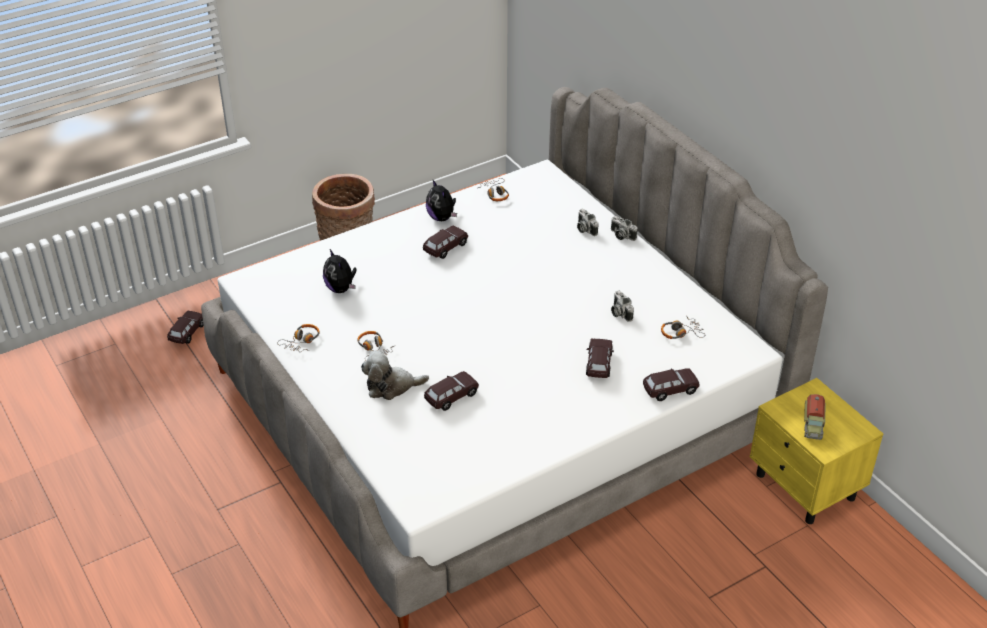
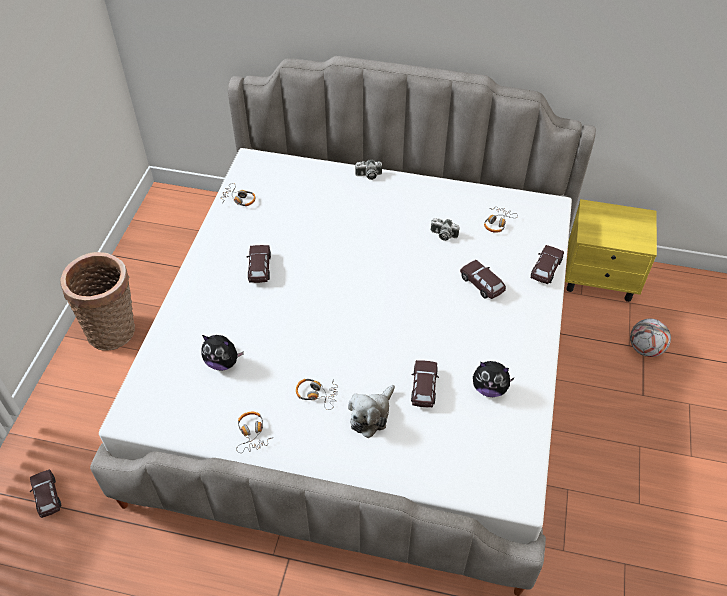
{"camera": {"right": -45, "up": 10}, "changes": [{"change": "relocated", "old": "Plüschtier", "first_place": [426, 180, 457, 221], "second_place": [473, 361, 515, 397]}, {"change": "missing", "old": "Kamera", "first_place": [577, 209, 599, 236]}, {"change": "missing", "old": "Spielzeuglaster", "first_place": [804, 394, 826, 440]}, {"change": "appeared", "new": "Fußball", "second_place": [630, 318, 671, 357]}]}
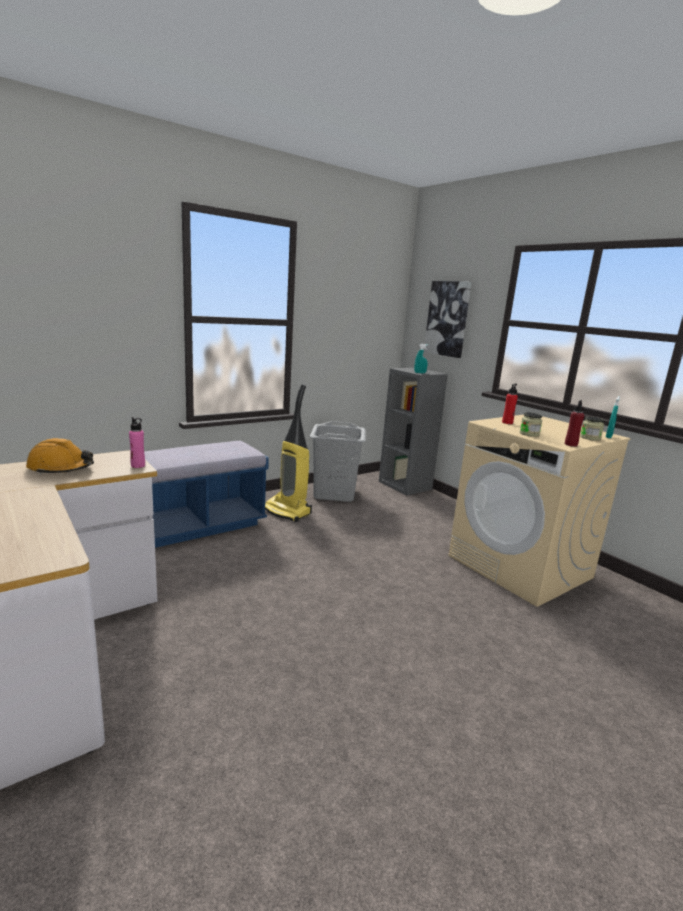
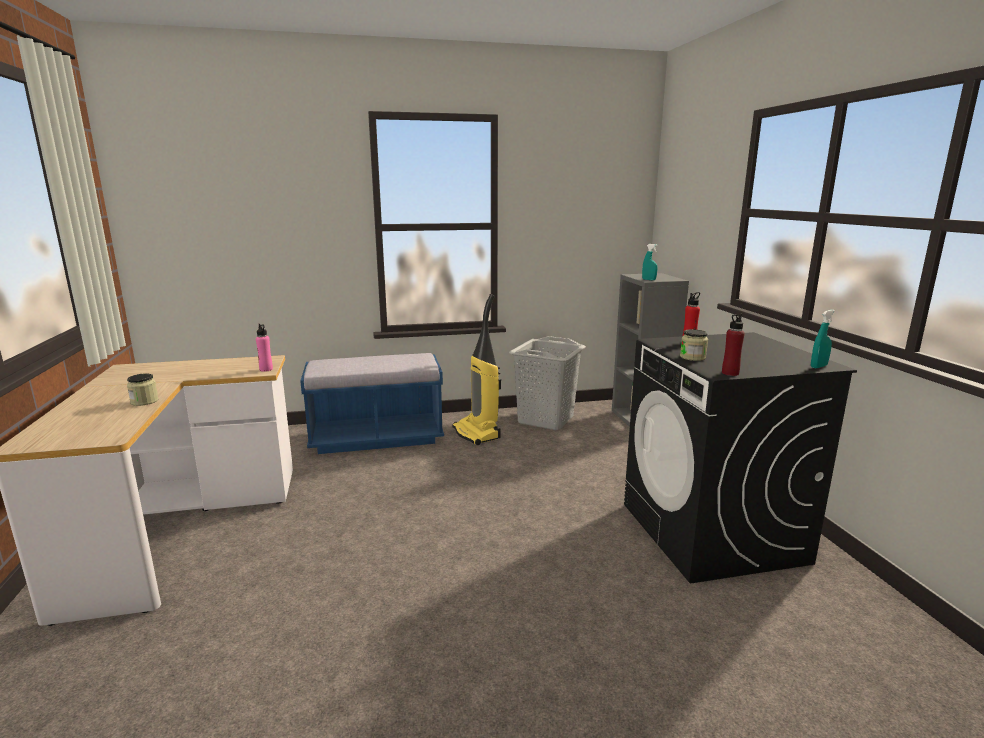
{"camera": {"right": 25, "up": 0}, "changes": [{"change": "missing", "old": "Bild", "first_place": [424, 281, 472, 358]}, {"change": "colour", "old": "Waschmaschine/beige", "new": "Waschmaschine/schwarz", "first_place": [448, 415, 631, 607], "second_place": [624, 332, 857, 583]}, {"change": "relocated", "old": "Vorratsglas", "first_place": [580, 416, 604, 441], "second_place": [127, 373, 159, 406]}, {"change": "missing", "old": "Schutzhelm/orange", "first_place": [26, 438, 94, 475]}]}
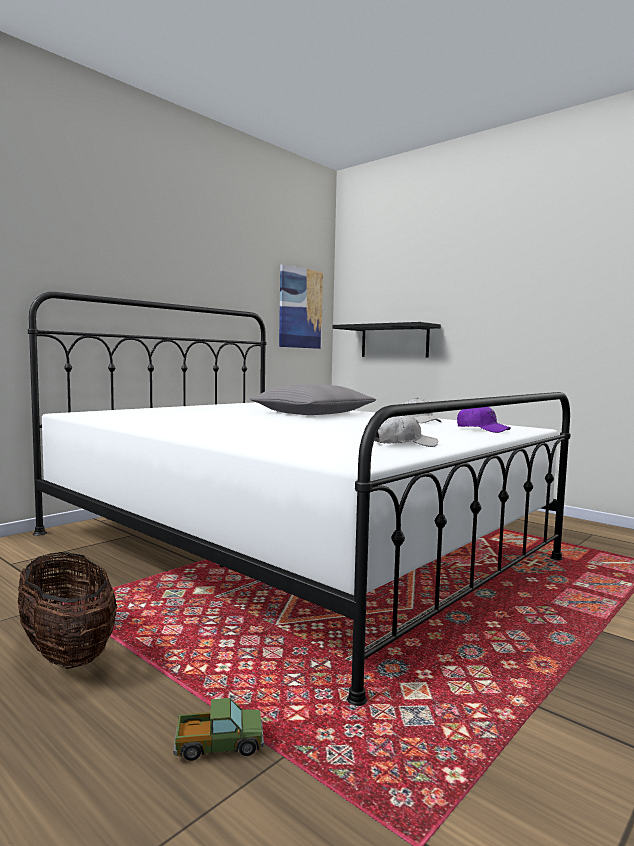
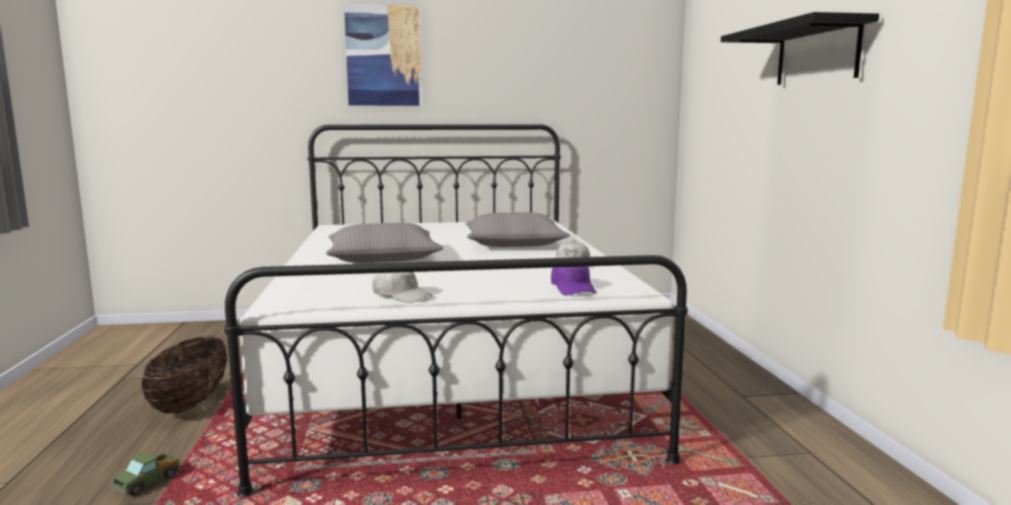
{"camera": {"right": 40, "up": 5}, "changes": [{"change": "relocated", "old": "Bild", "first_place": [279, 264, 323, 349], "second_place": [344, 4, 421, 106]}, {"change": "relocated", "old": "Wandregal/schwarz", "first_place": [332, 322, 441, 358], "second_place": [721, 12, 879, 85]}, {"change": "spun", "old": "Spielzeuglaster", "first_place": [173, 698, 264, 761], "second_place": [111, 453, 181, 495], "degrees": 90}, {"change": "appeared", "new": "Kissen/grau", "second_place": [326, 223, 444, 263]}]}
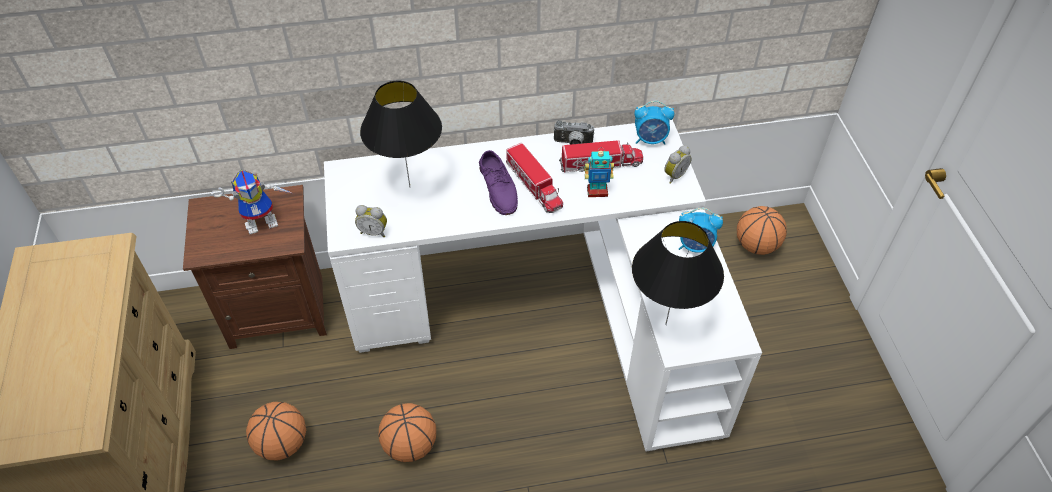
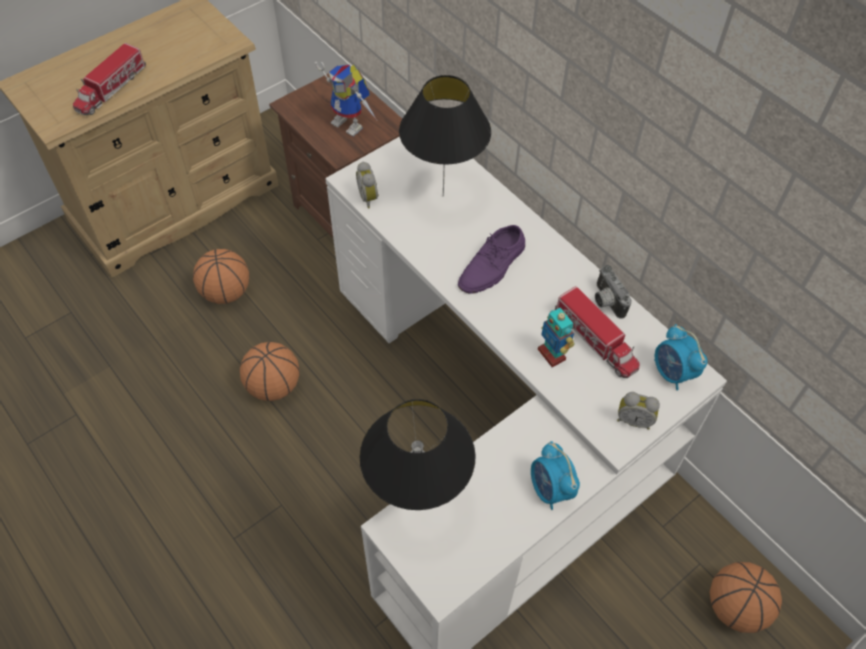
{"camera": {"right": 60, "up": 5}, "changes": [{"change": "relocated", "old": "Spielzeuglaster", "first_place": [506, 143, 563, 213], "second_place": [73, 43, 146, 115]}]}
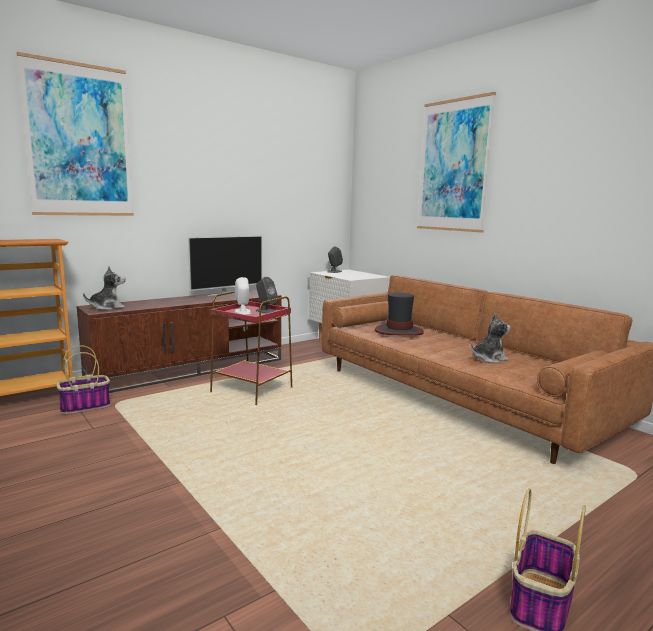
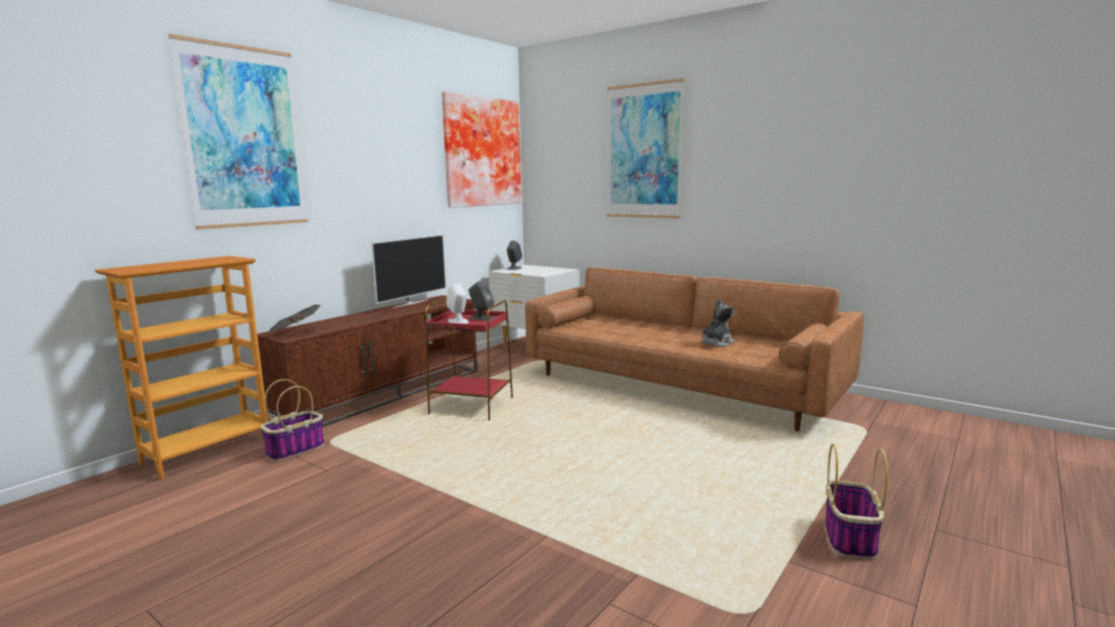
{"camera": {"right": -15, "up": 0}, "changes": [{"change": "exchanged", "old": "Plüschtier", "new": "Zeitung", "first_place": [83, 267, 126, 310], "second_place": [267, 304, 321, 333]}, {"change": "missing", "old": "Hut", "first_place": [375, 293, 424, 336]}, {"change": "appeared", "new": "Bild", "second_place": [442, 91, 522, 208]}]}
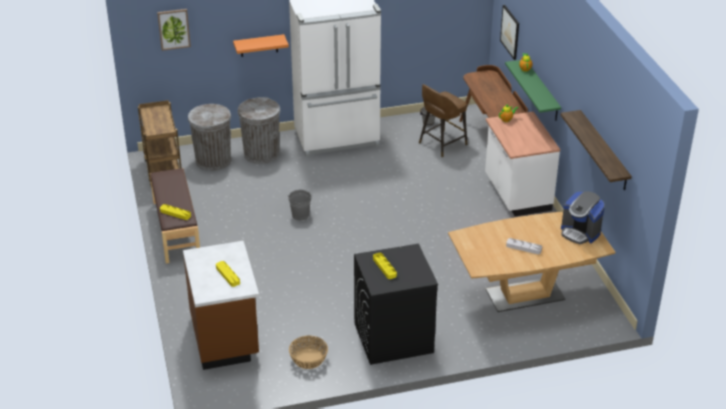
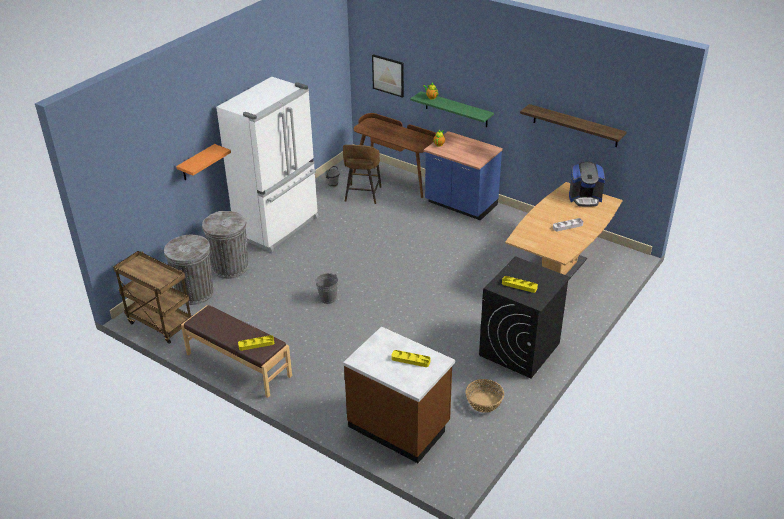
{"camera": {"right": -40, "up": 0}, "changes": [{"change": "missing", "old": "Bild", "first_place": [157, 9, 191, 51]}, {"change": "colour", "old": "Küchenzeile/weiß", "new": "Küchenzeile/blau", "first_place": [485, 111, 560, 217], "second_place": [424, 131, 503, 220]}]}
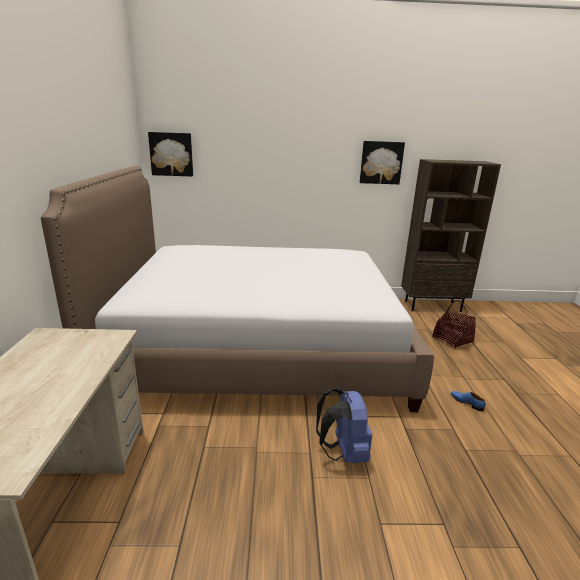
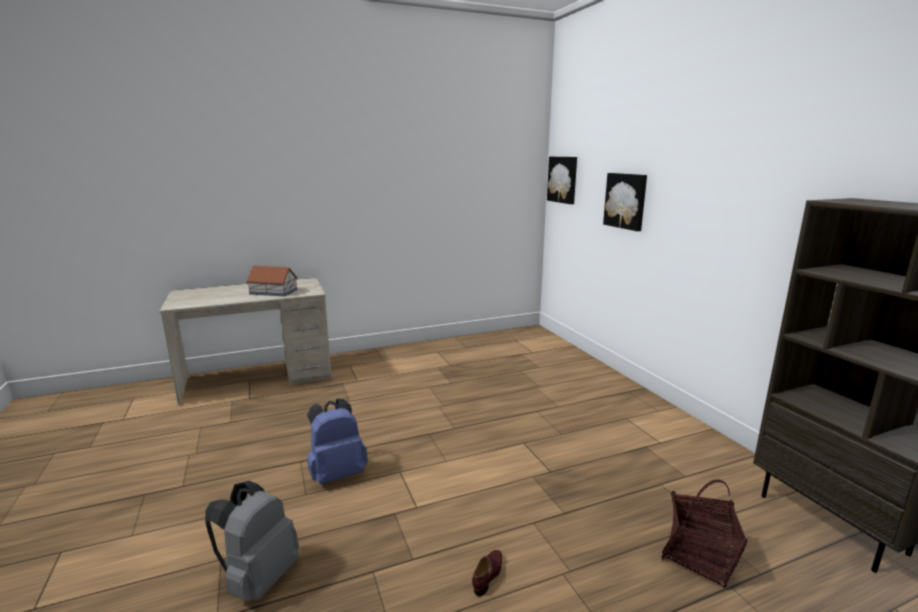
{"camera": {"right": 70, "up": -5}, "changes": [{"change": "relocated", "old": "Bild", "first_place": [360, 141, 405, 184], "second_place": [603, 173, 647, 231]}, {"change": "missing", "old": "Bett", "first_place": [41, 166, 434, 412]}, {"change": "colour", "old": "Schuh/blau", "new": "Schuh/braun", "first_place": [451, 391, 486, 411], "second_place": [472, 550, 502, 596]}, {"change": "appeared", "new": "Spielzeughaus", "second_place": [246, 266, 298, 297]}, {"change": "appeared", "new": "Rucksack/grau", "second_place": [205, 481, 299, 601]}]}
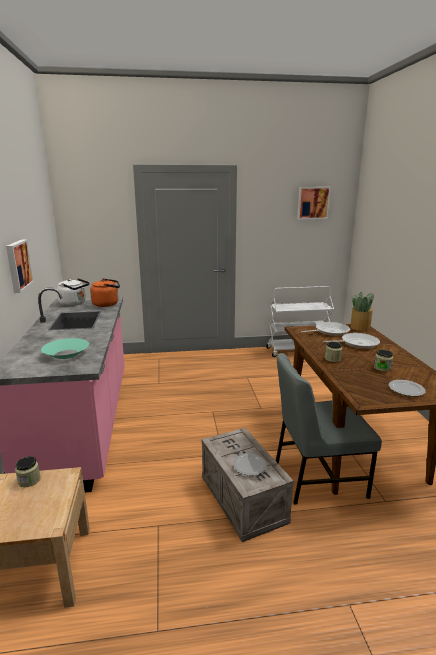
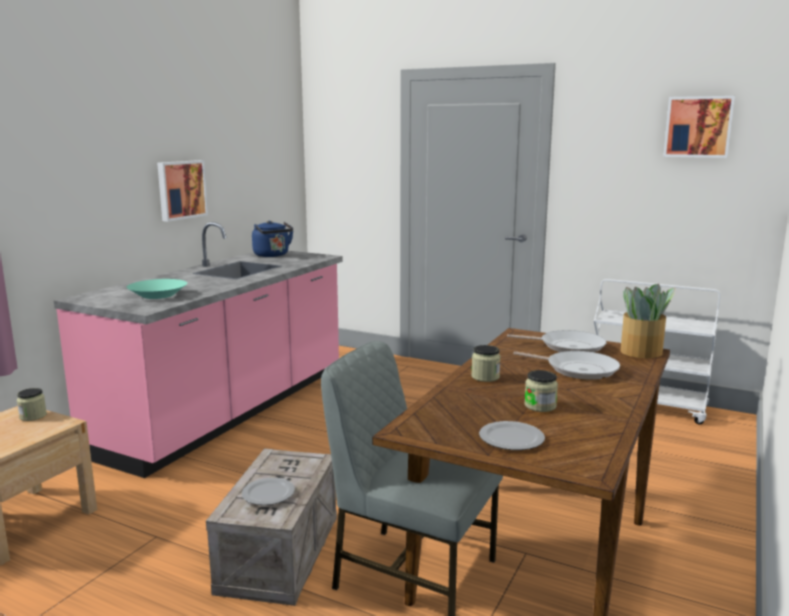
{"camera": {"right": 35, "up": -5}, "changes": [{"change": "colour", "old": "Wasserkessel/weiß", "new": "Wasserkessel/blau", "first_place": [57, 278, 89, 306], "second_place": [252, 220, 293, 257]}, {"change": "missing", "old": "Wasserkessel/orange", "first_place": [90, 279, 120, 307]}]}
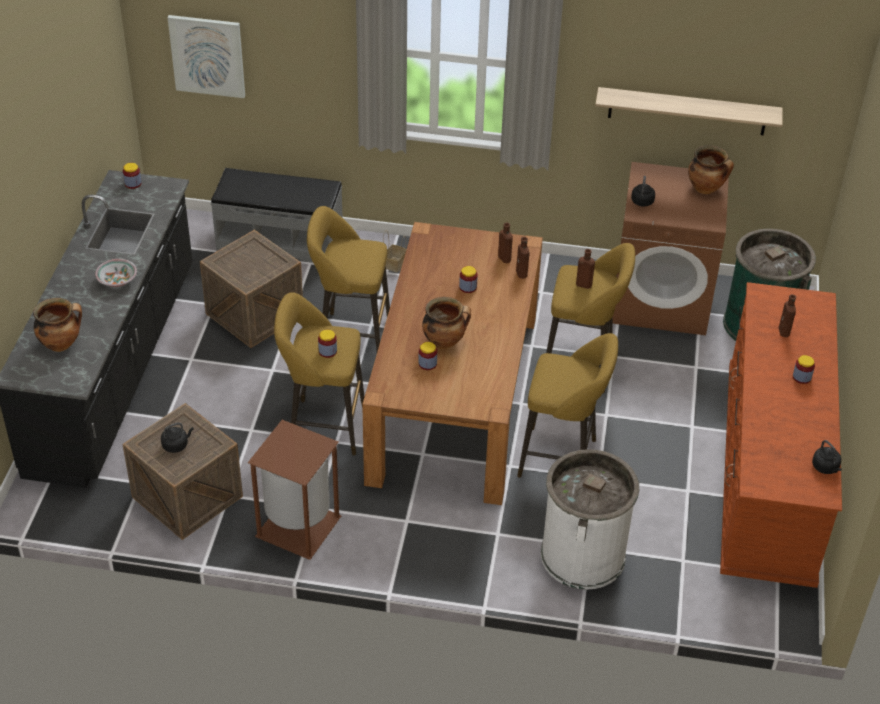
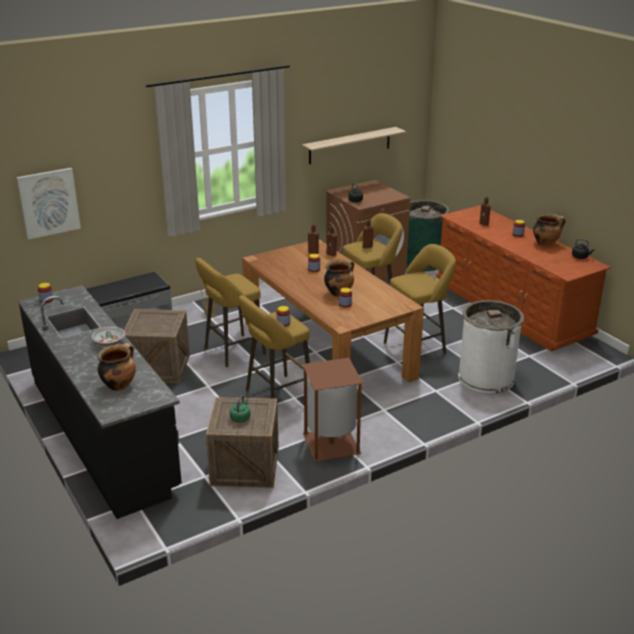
{"camera": {"right": -40, "up": -15}, "changes": [{"change": "relocated", "old": "Kochtopf", "first_place": [688, 145, 734, 194], "second_place": [533, 213, 565, 247]}, {"change": "colour", "old": "Wasserkessel/schwarz", "new": "Wasserkessel/grün", "first_place": [161, 422, 194, 453], "second_place": [230, 396, 250, 423]}]}
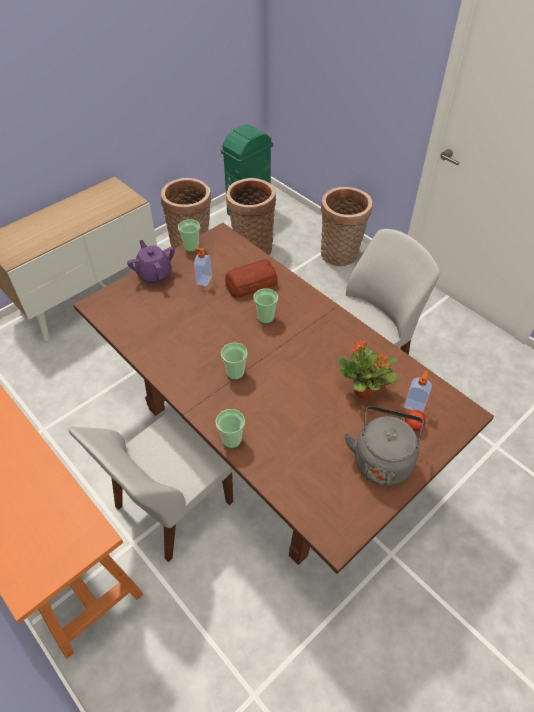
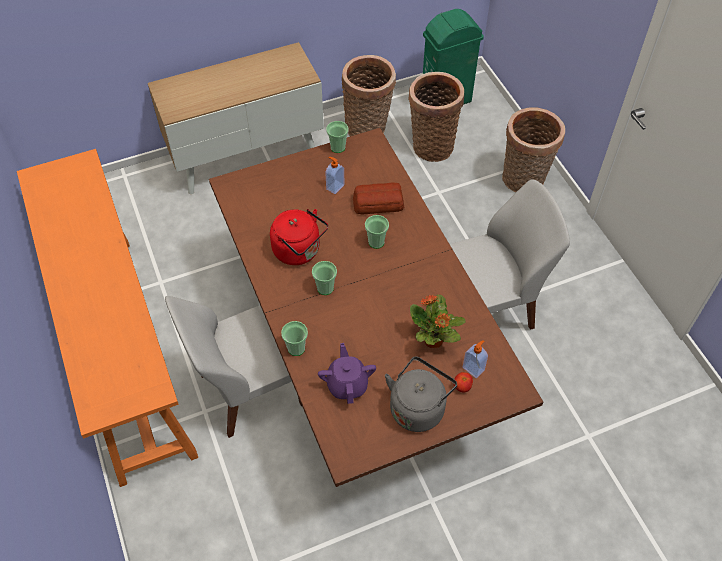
{"camera": {"right": 20, "up": 5}, "changes": [{"change": "relocated", "old": "Teekanne/lila", "first_place": [127, 240, 175, 285], "second_place": [318, 343, 376, 404]}, {"change": "appeared", "new": "Wasserkessel/rot", "second_place": [270, 209, 328, 265]}]}
